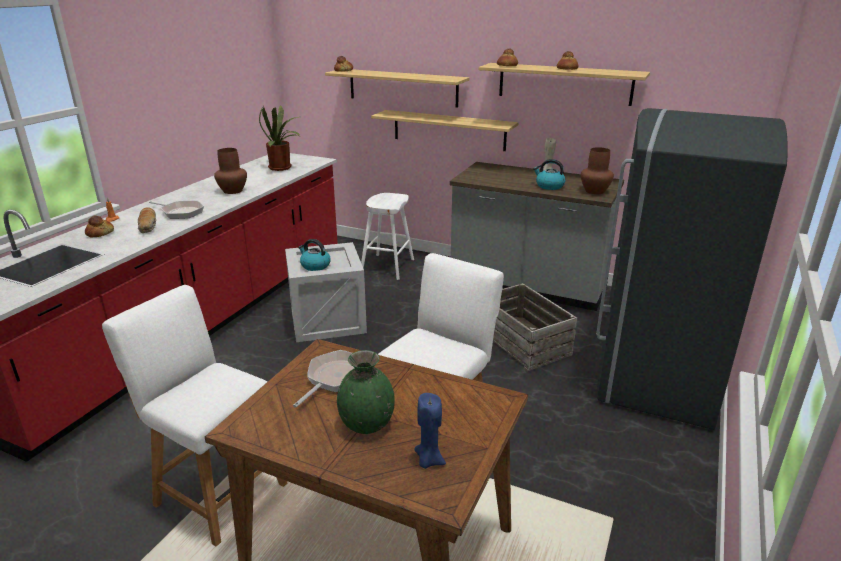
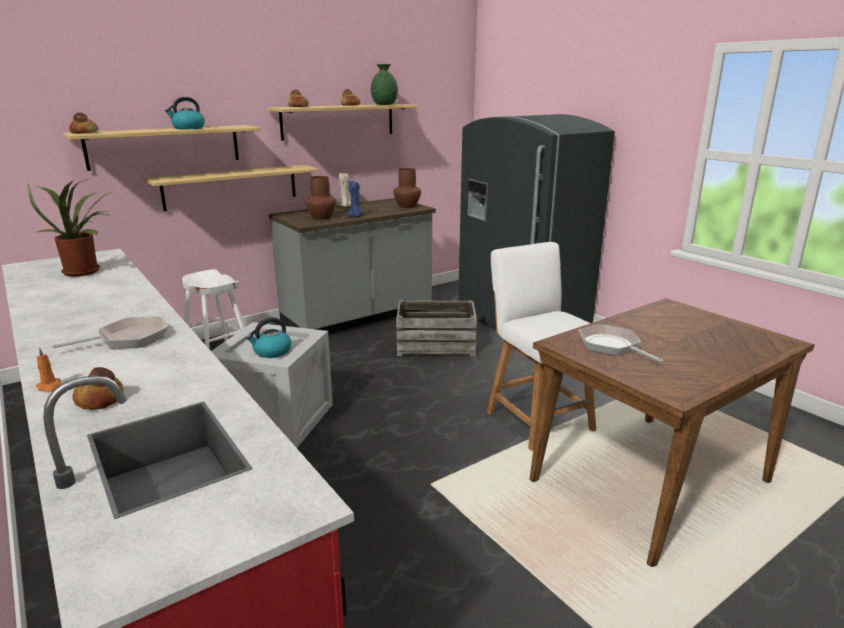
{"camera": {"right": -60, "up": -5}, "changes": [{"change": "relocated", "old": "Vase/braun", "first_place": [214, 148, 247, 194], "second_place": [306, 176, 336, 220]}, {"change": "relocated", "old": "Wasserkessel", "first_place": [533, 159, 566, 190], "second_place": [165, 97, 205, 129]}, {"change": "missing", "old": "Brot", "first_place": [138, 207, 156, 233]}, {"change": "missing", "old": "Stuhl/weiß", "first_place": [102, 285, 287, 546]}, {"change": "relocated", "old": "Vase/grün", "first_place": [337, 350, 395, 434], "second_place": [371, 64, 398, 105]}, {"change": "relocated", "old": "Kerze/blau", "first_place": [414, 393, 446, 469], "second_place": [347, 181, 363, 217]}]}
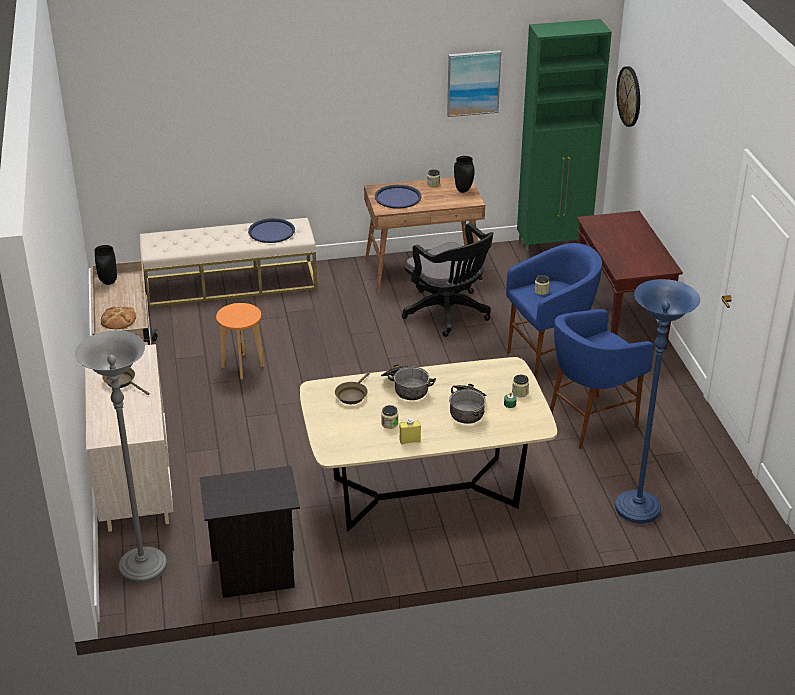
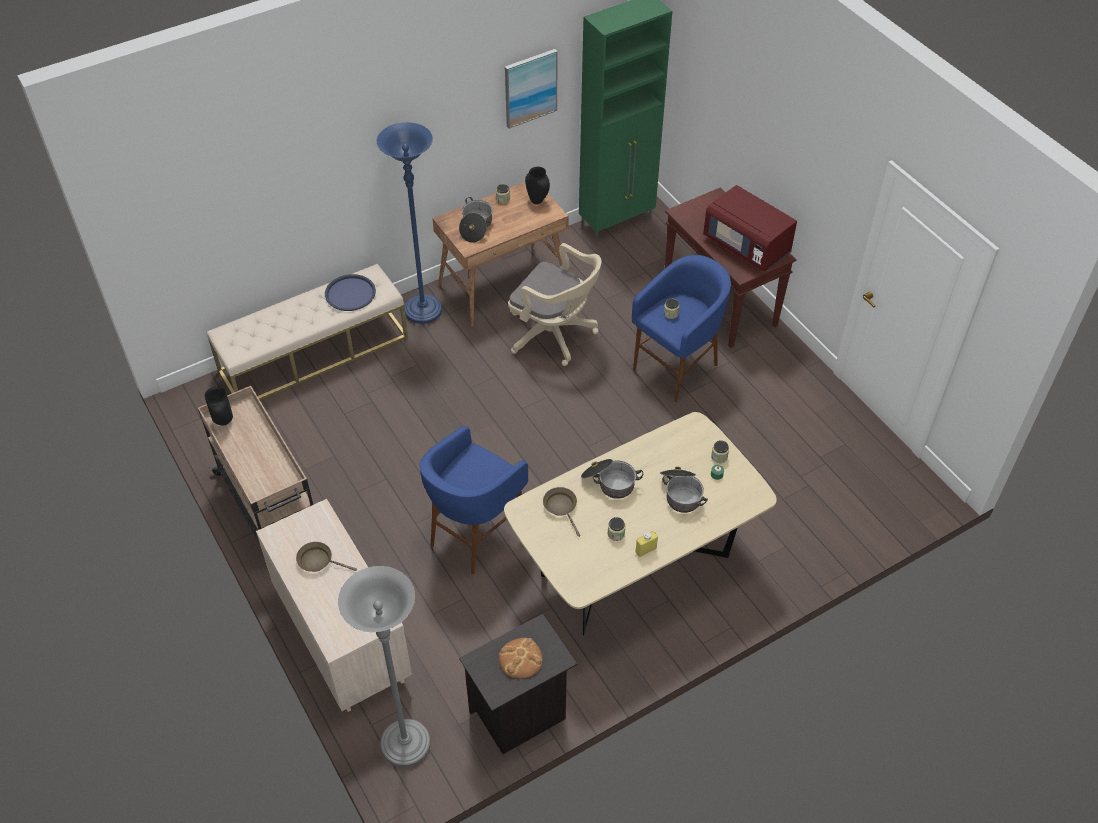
{"camera": {"right": -20, "up": 15}, "changes": [{"change": "missing", "old": "Wanduhr", "first_place": [616, 66, 640, 127]}, {"change": "exchanged", "old": "Tablett/blau", "new": "Kochtopf", "first_place": [375, 185, 421, 209], "second_place": [459, 197, 493, 243]}, {"change": "colour", "old": "Bürostuhl/schwarz", "new": "Bürostuhl/beige", "first_place": [402, 223, 493, 337], "second_place": [508, 243, 602, 366]}, {"change": "relocated", "old": "Stehlampe/blau", "first_place": [615, 279, 700, 523], "second_place": [377, 122, 442, 324]}, {"change": "missing", "old": "Hocker/orange", "first_place": [216, 303, 265, 379]}, {"change": "relocated", "old": "Brot", "first_place": [101, 306, 136, 329], "second_place": [499, 638, 543, 679]}, {"change": "relocated", "old": "Hocker/blau", "first_place": [550, 309, 654, 449], "second_place": [419, 426, 528, 574]}, {"change": "spun", "old": "Pfanne/braun", "first_place": [335, 372, 370, 404], "second_place": [543, 487, 580, 537], "degrees": 150}, {"change": "appeared", "new": "Mikrowelle/rot", "second_place": [703, 185, 797, 271]}]}
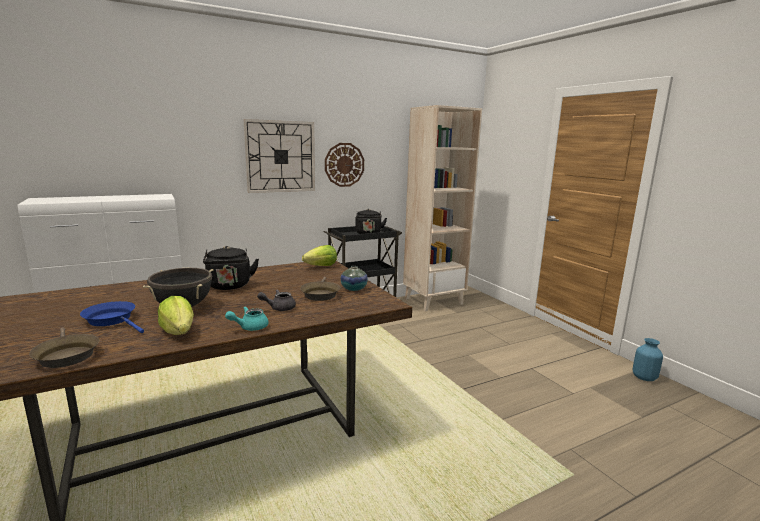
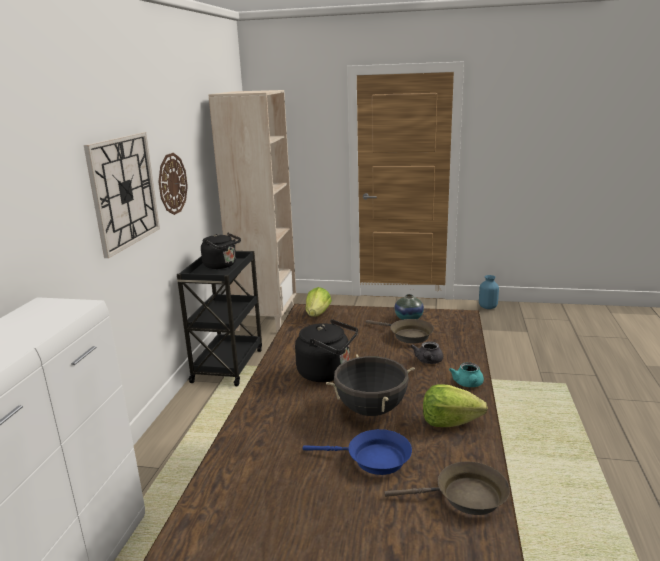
{"camera": {"right": -50, "up": 5}, "changes": [{"change": "spun", "old": "Pfanne/blau", "first_place": [80, 301, 144, 333], "second_place": [303, 429, 412, 475], "degrees": -150}]}
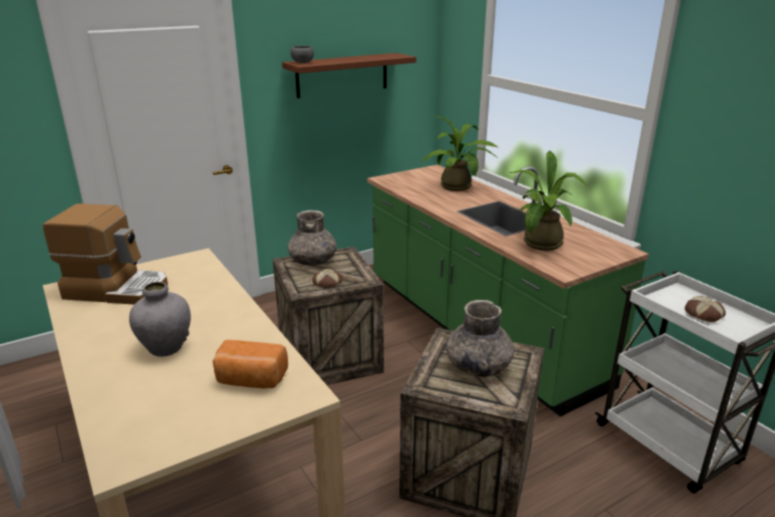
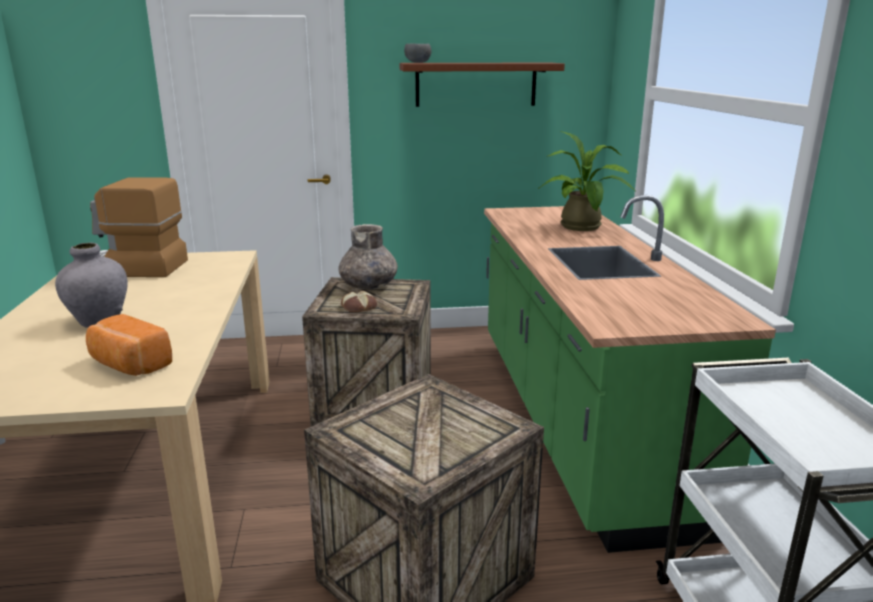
{"camera": {"right": 25, "up": -5}, "changes": [{"change": "missing", "old": "Topfpflanze", "first_place": [509, 151, 588, 251]}, {"change": "spun", "old": "Kaffeemaschine", "first_place": [43, 204, 168, 305], "second_place": [90, 177, 188, 277], "degrees": 150}, {"change": "missing", "old": "Brot", "first_place": [685, 296, 726, 322]}, {"change": "missing", "old": "Vase/grau", "first_place": [446, 300, 514, 377]}]}
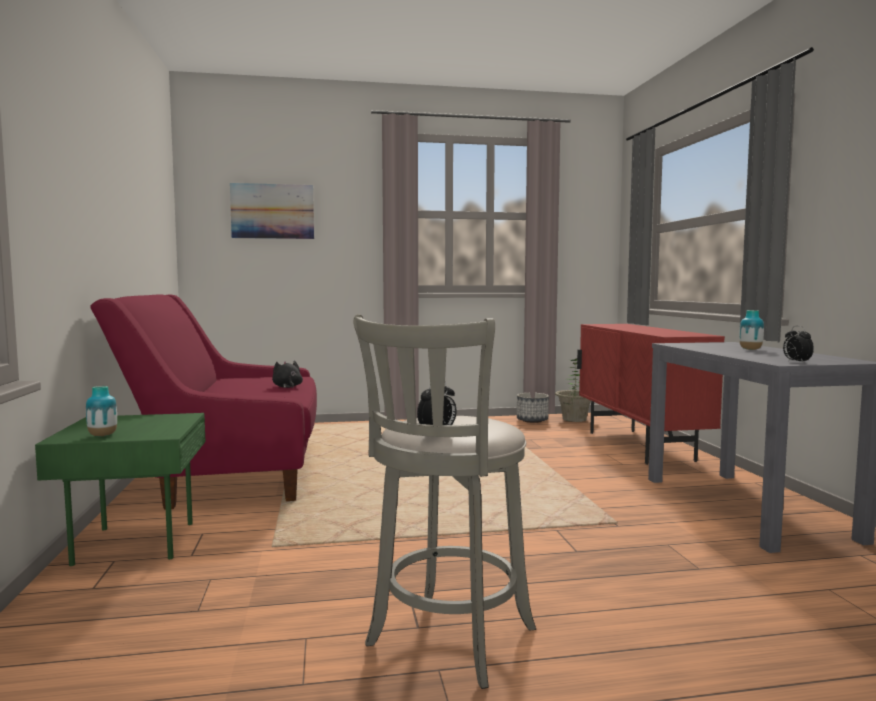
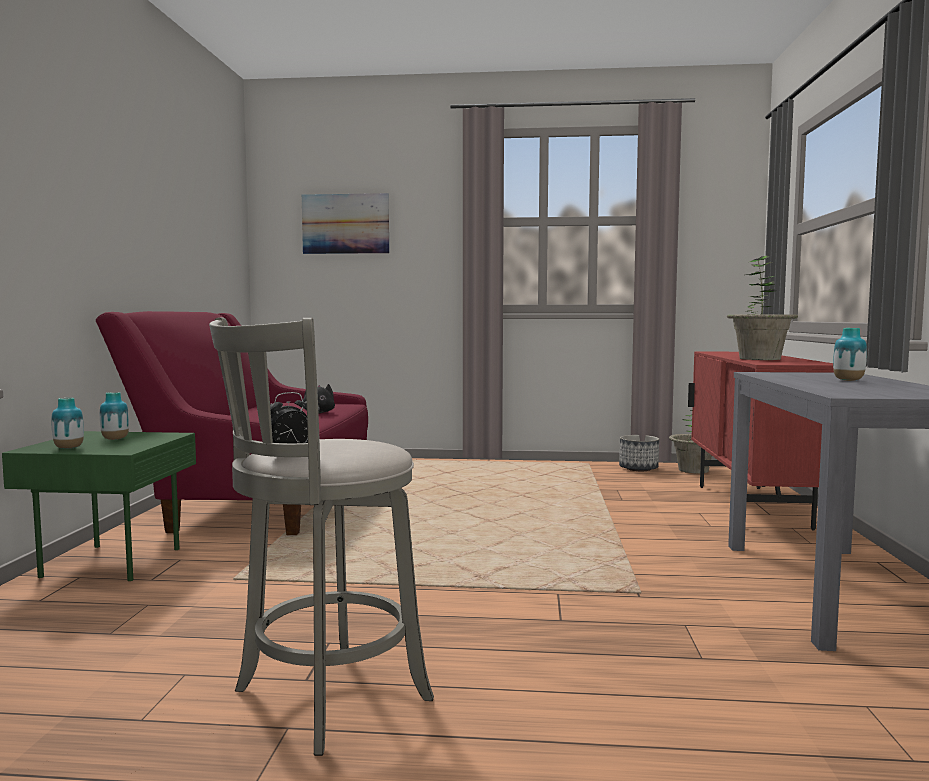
{"camera": {"right": 15, "up": 0}, "changes": [{"change": "missing", "old": "Wecker", "first_place": [783, 326, 814, 362]}, {"change": "appeared", "new": "Topfpflanze", "second_place": [727, 256, 798, 360]}, {"change": "appeared", "new": "Vase", "second_place": [100, 392, 129, 440]}]}
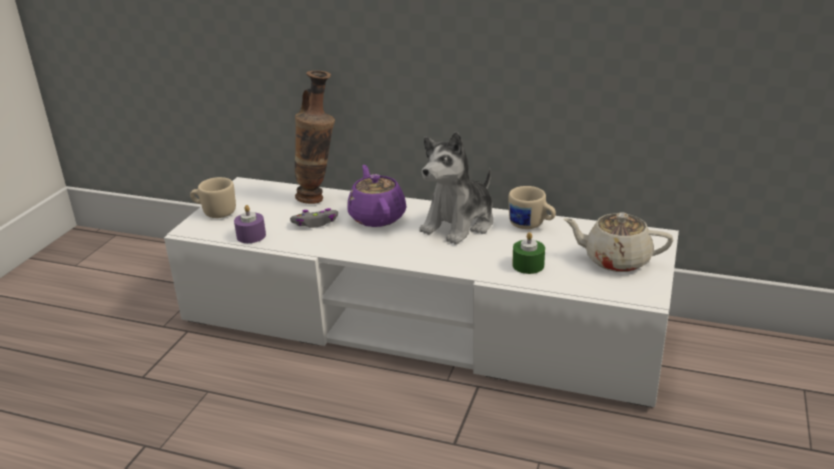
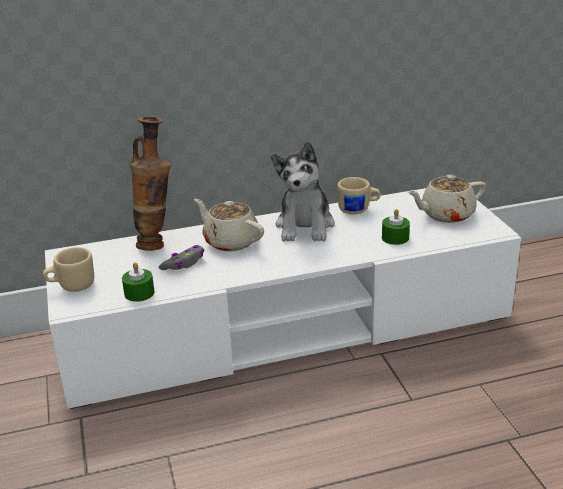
{"camera": {"right": -35, "up": 0}, "changes": [{"change": "colour", "old": "Teekanne/lila", "new": "Teekanne/beige", "first_place": [347, 165, 406, 227], "second_place": [194, 199, 264, 251]}, {"change": "colour", "old": "Kerze/lila", "new": "Kerze/grün", "first_place": [234, 205, 266, 243], "second_place": [122, 262, 154, 302]}]}
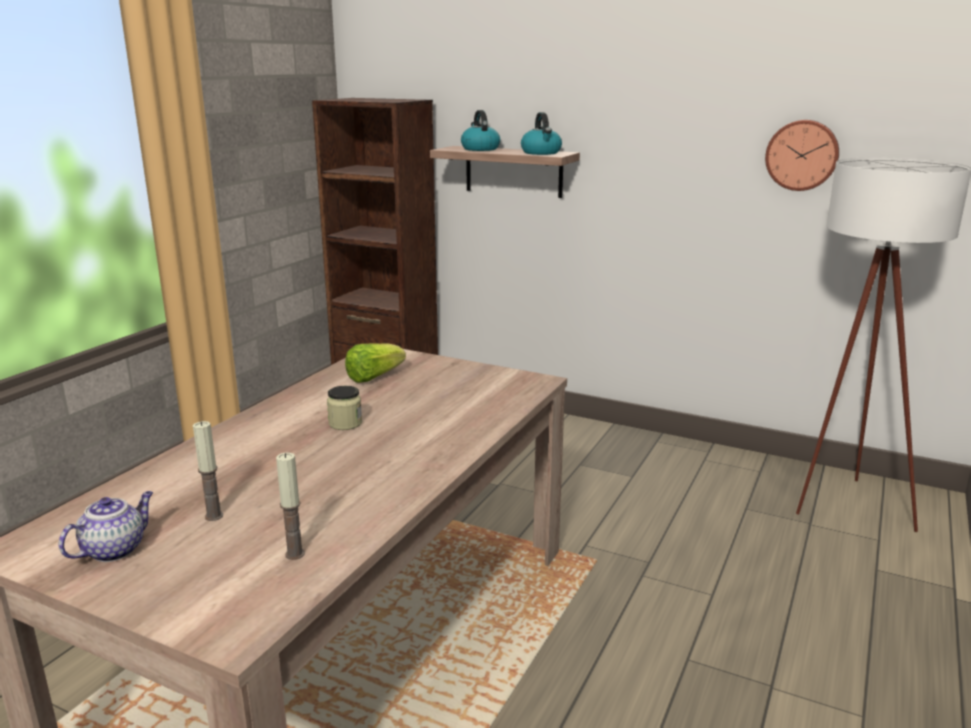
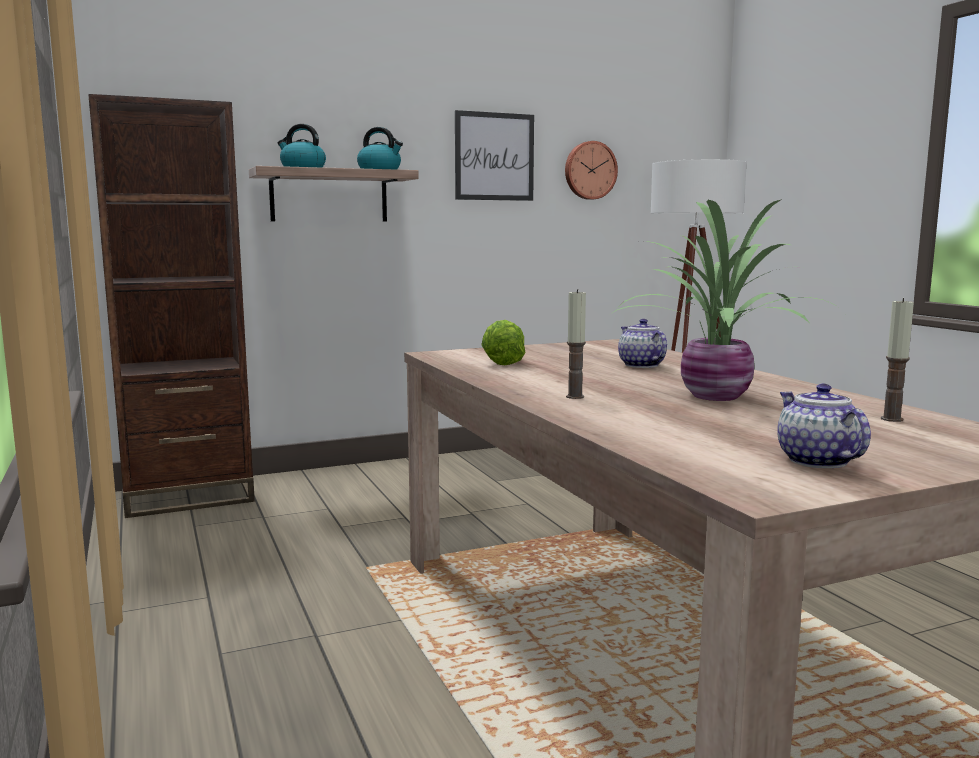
{"camera": {"right": -50, "up": -10}, "changes": [{"change": "missing", "old": "Vorratsglas", "first_place": [327, 386, 362, 430]}, {"change": "relocated", "old": "Kerze", "first_place": [193, 421, 223, 521], "second_place": [566, 289, 586, 399]}, {"change": "appeared", "new": "Bild", "second_place": [455, 110, 534, 201]}, {"change": "appeared", "new": "Topfpflanze", "second_place": [612, 199, 835, 401]}, {"change": "appeared", "new": "Teekanne", "second_place": [618, 319, 667, 368]}]}
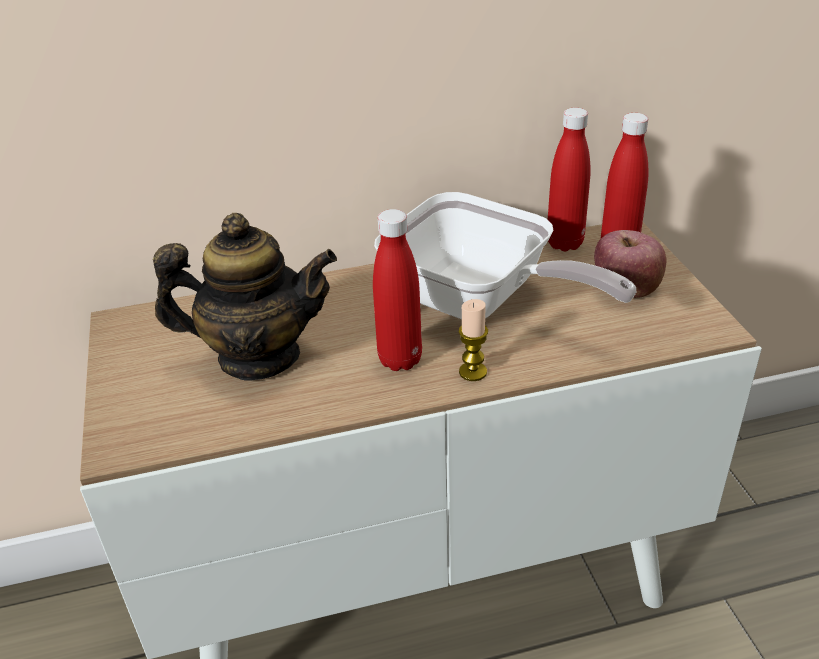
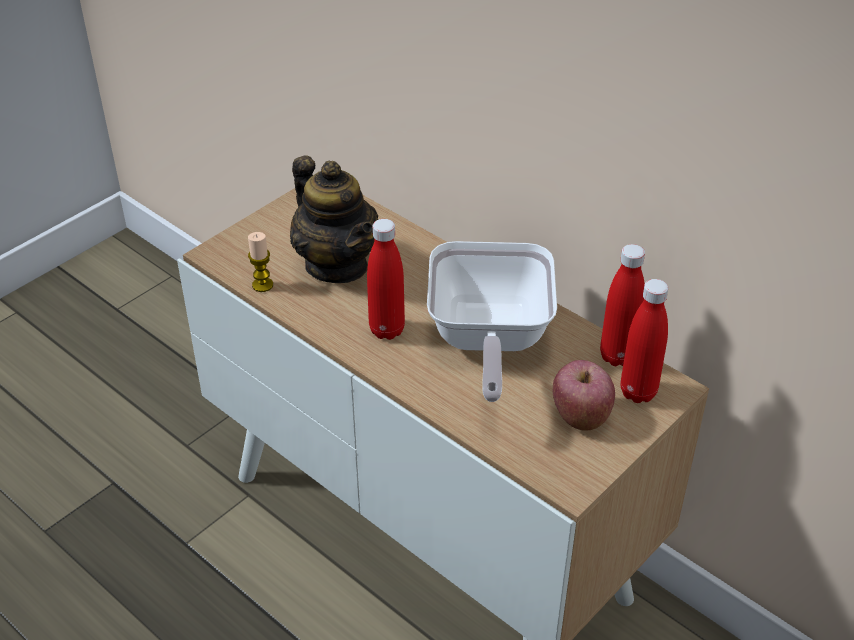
{"camera": {"right": 55, "up": 5}, "changes": [{"change": "relocated", "old": "Kerze", "first_place": [459, 299, 488, 381], "second_place": [248, 232, 273, 292]}]}
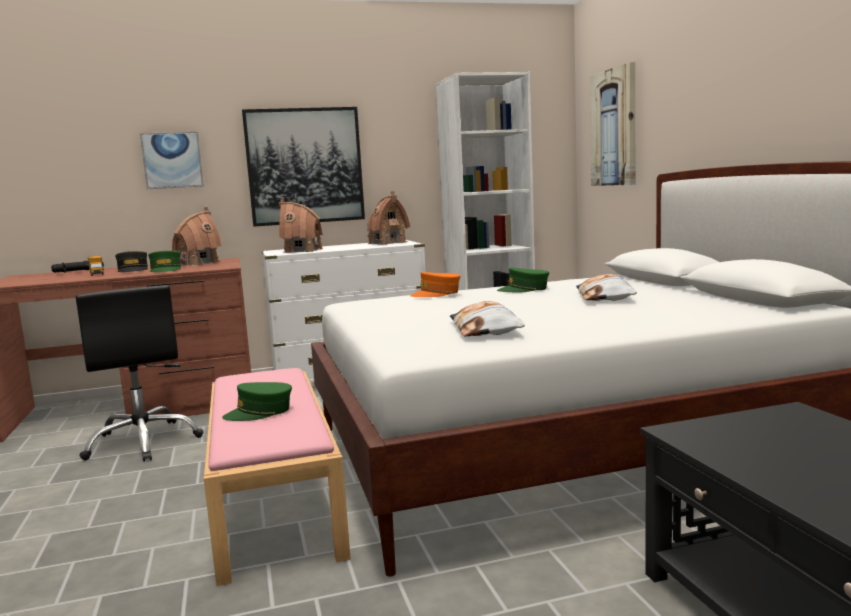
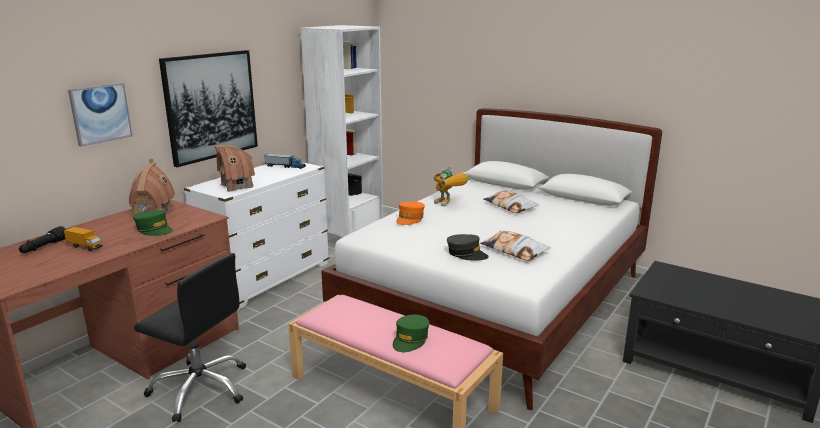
{"camera": {"right": -40, "up": 10}, "changes": [{"change": "missing", "old": "Bild", "first_place": [590, 62, 635, 186]}, {"change": "exchanged", "old": "Spielzeughaus", "new": "Spielzeuglaster", "first_place": [367, 191, 410, 245], "second_place": [264, 154, 306, 169]}, {"change": "relocated", "old": "Kappe/grau", "first_place": [115, 251, 148, 272], "second_place": [447, 234, 489, 260]}, {"change": "exchanged", "old": "Kappe/grün", "new": "Spielzeugroboter", "first_place": [497, 267, 549, 293], "second_place": [433, 164, 470, 207]}]}
